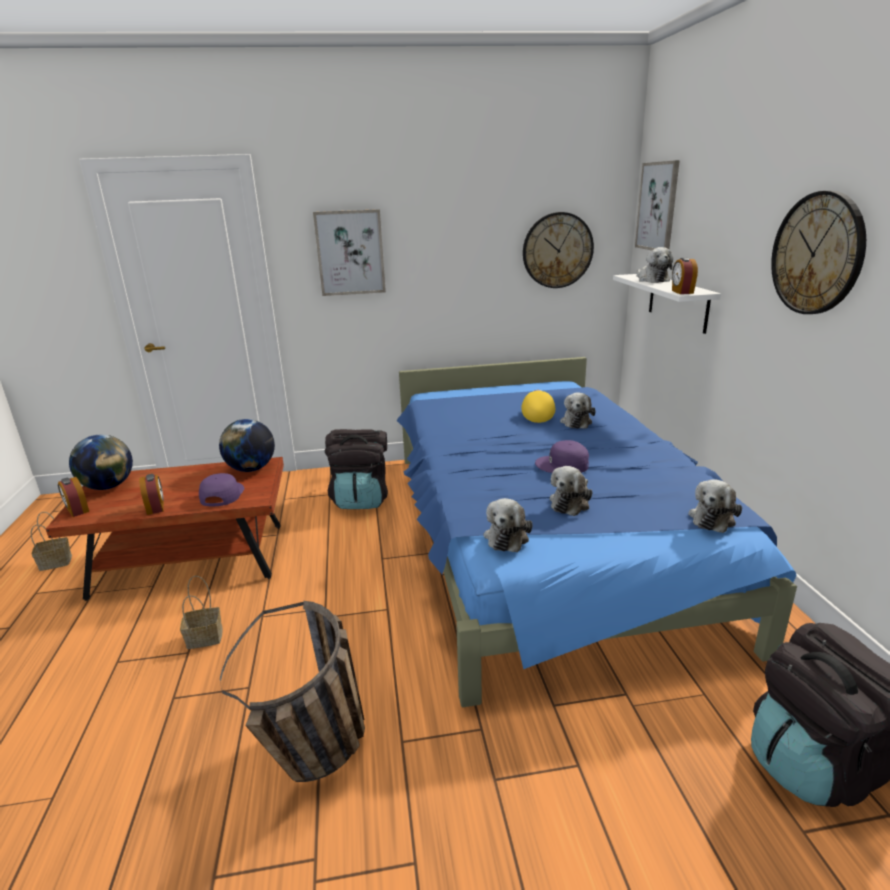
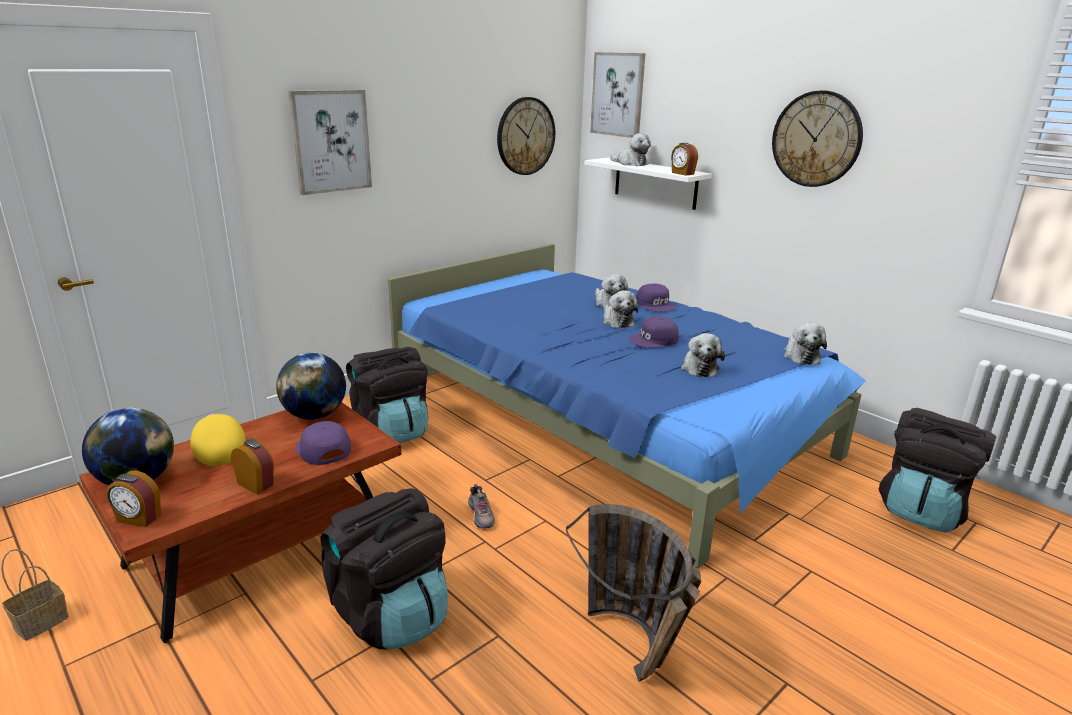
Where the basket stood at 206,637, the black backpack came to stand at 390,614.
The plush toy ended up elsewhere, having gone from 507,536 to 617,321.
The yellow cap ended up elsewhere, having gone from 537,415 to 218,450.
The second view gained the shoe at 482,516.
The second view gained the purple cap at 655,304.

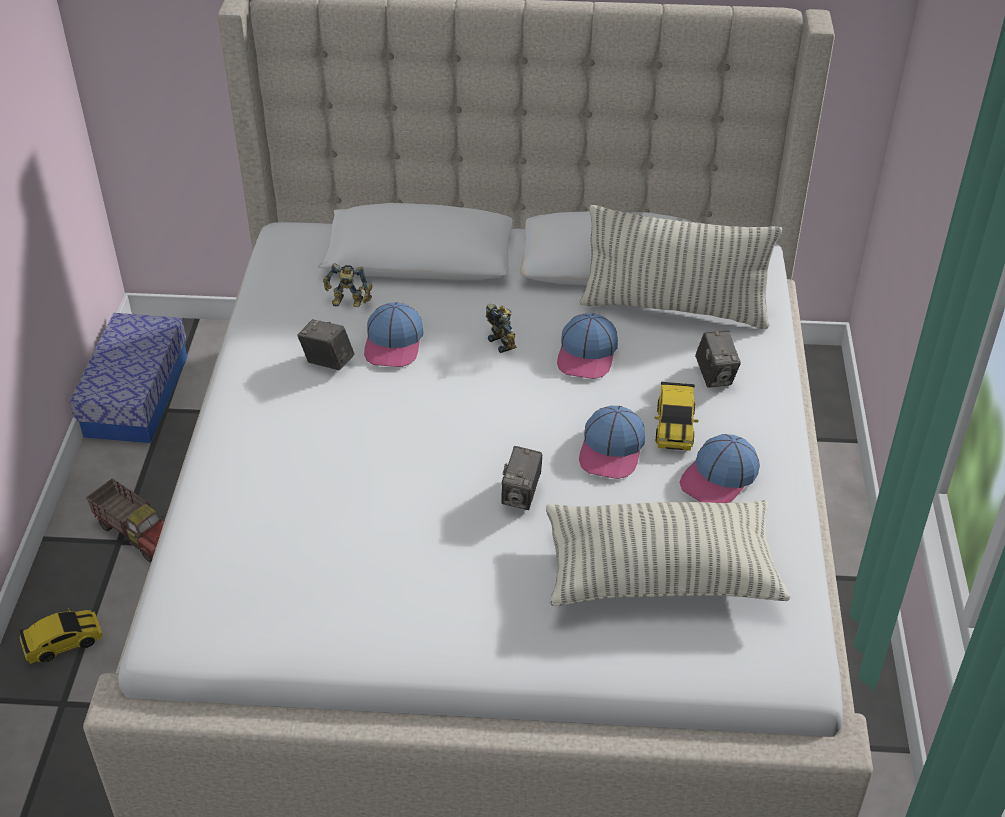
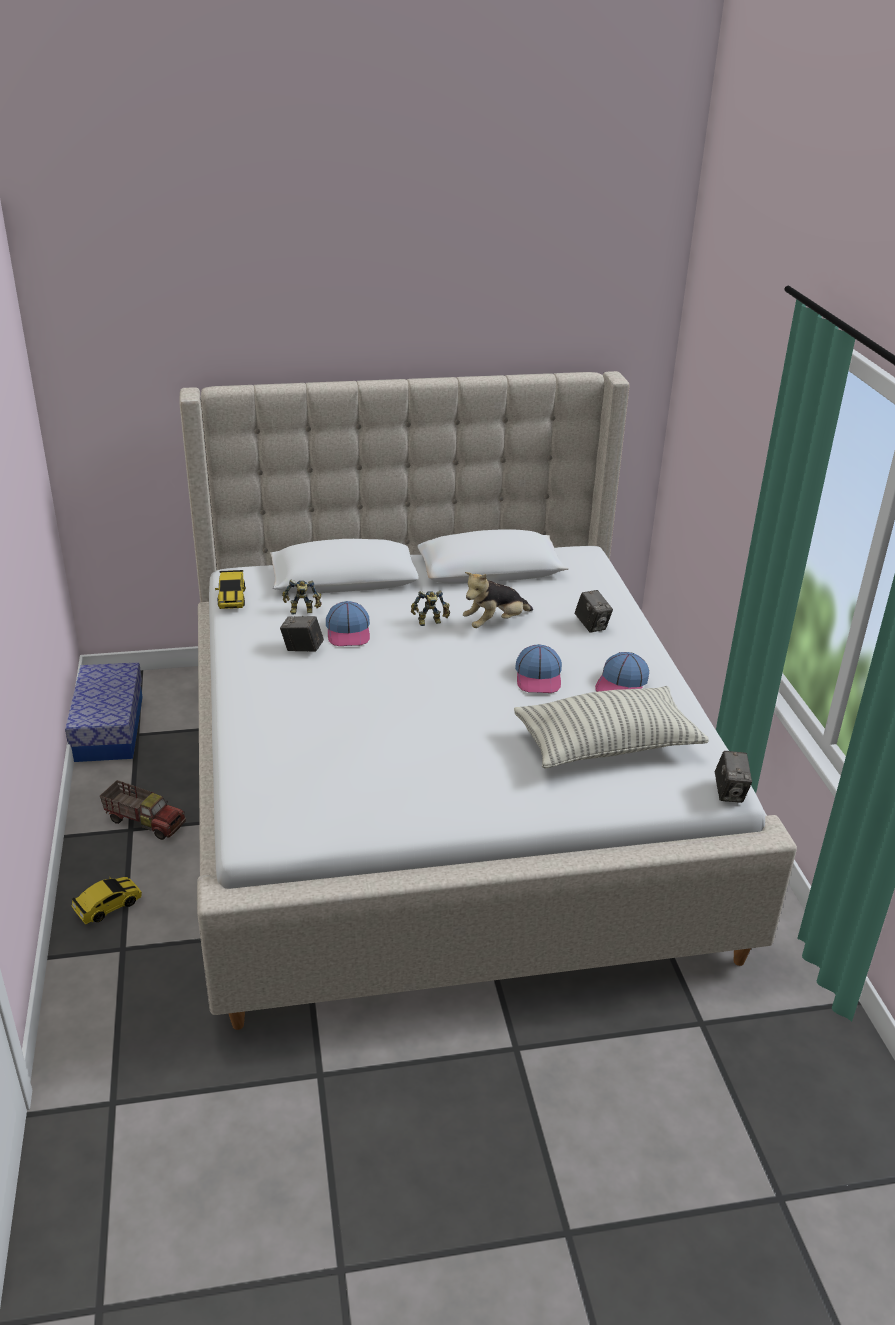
The toy robot at 503,342 ended up facing another way, 120 degrees clockwise from before.
The photo camera ended up elsewhere, having gone from 521,495 to 729,792.
Where the cap stood at 587,354, the plush toy came to stand at 495,623.
The second view lost the pillow at 674,308.
The toy car ended up elsewhere, having gone from 674,426 to 232,598.

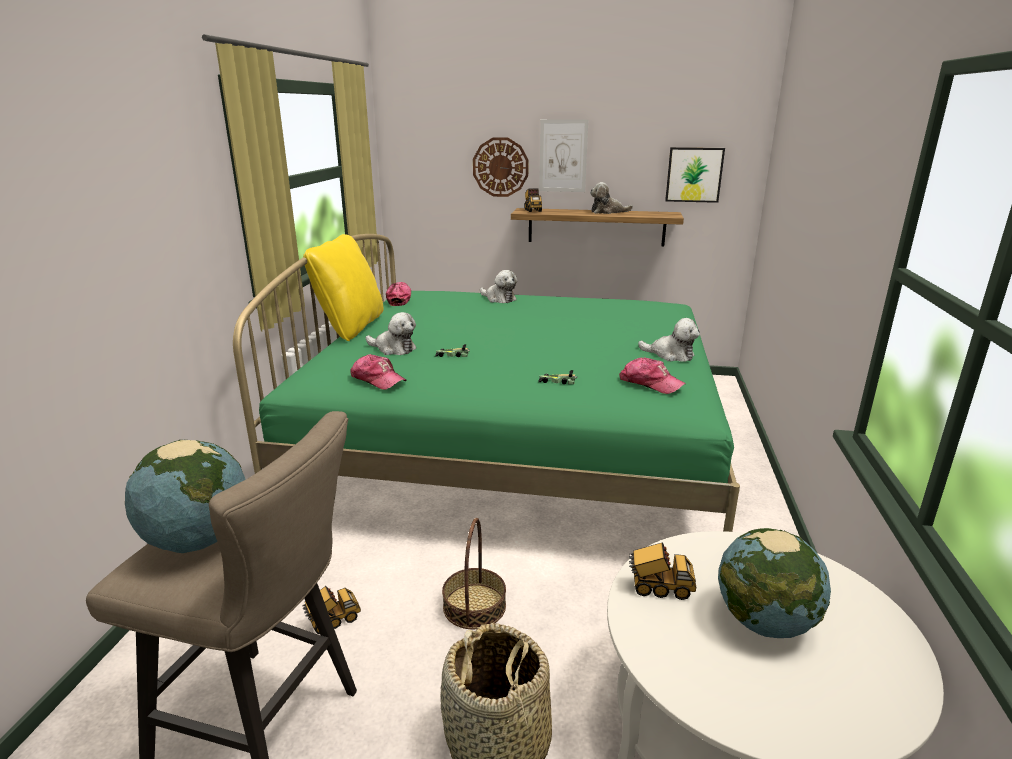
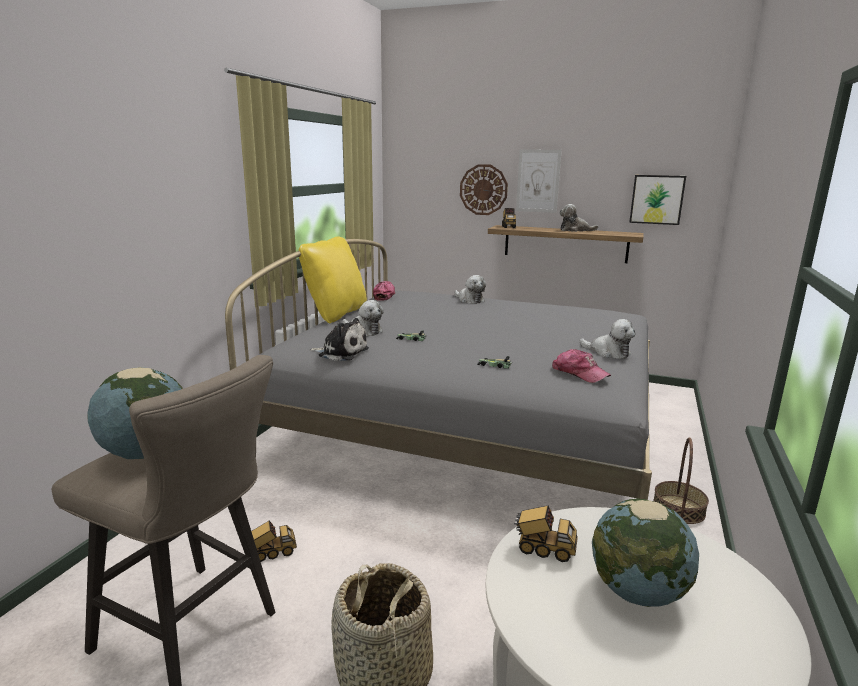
What was the green bed at 515,446 turned into the grey bed at 469,429.
Where the cap stood at 378,379, the plush toy came to stand at 341,353.
The basket ended up elsewhere, having gone from 474,606 to 678,509.

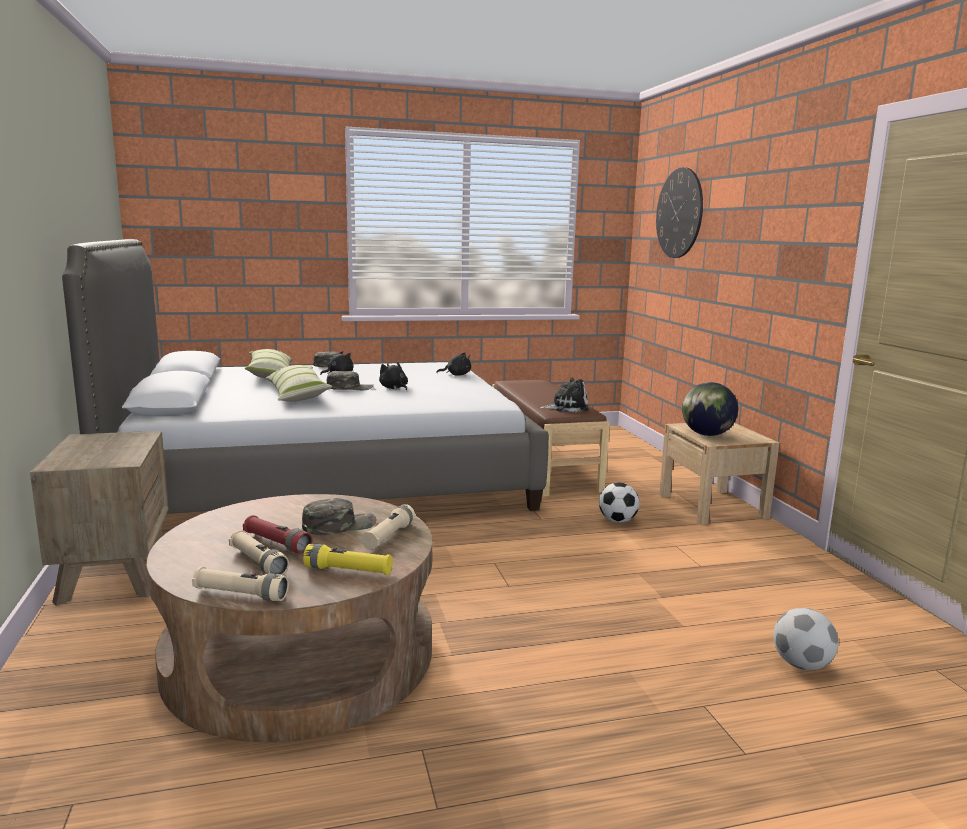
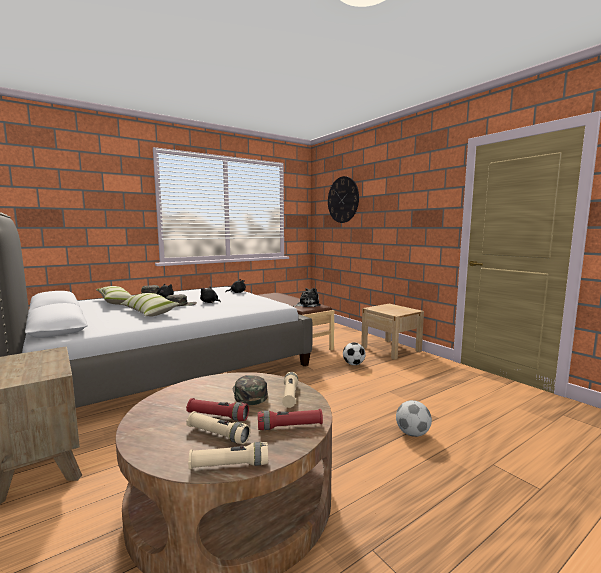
The green cap at 339,525 ended up facing another way, 60 degrees counterclockwise from before.
What was the yellow flashlight at 348,571 turned into the red flashlight at 290,426.
The second view lost the globe at 706,434.
The football ended up elsewhere, having gone from 801,664 to 412,433.

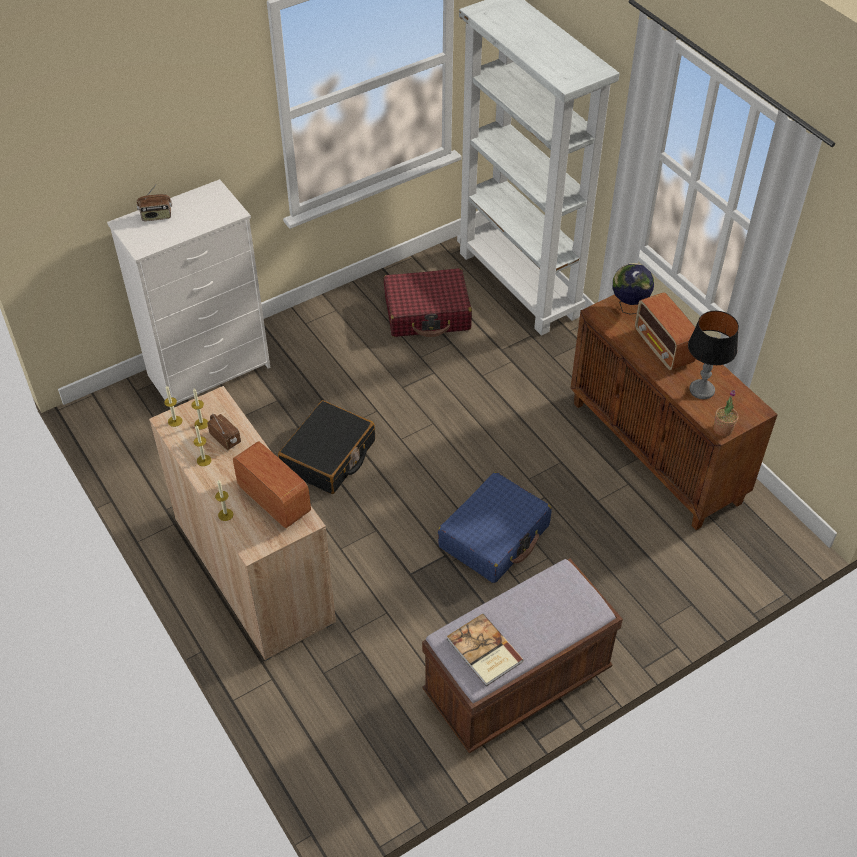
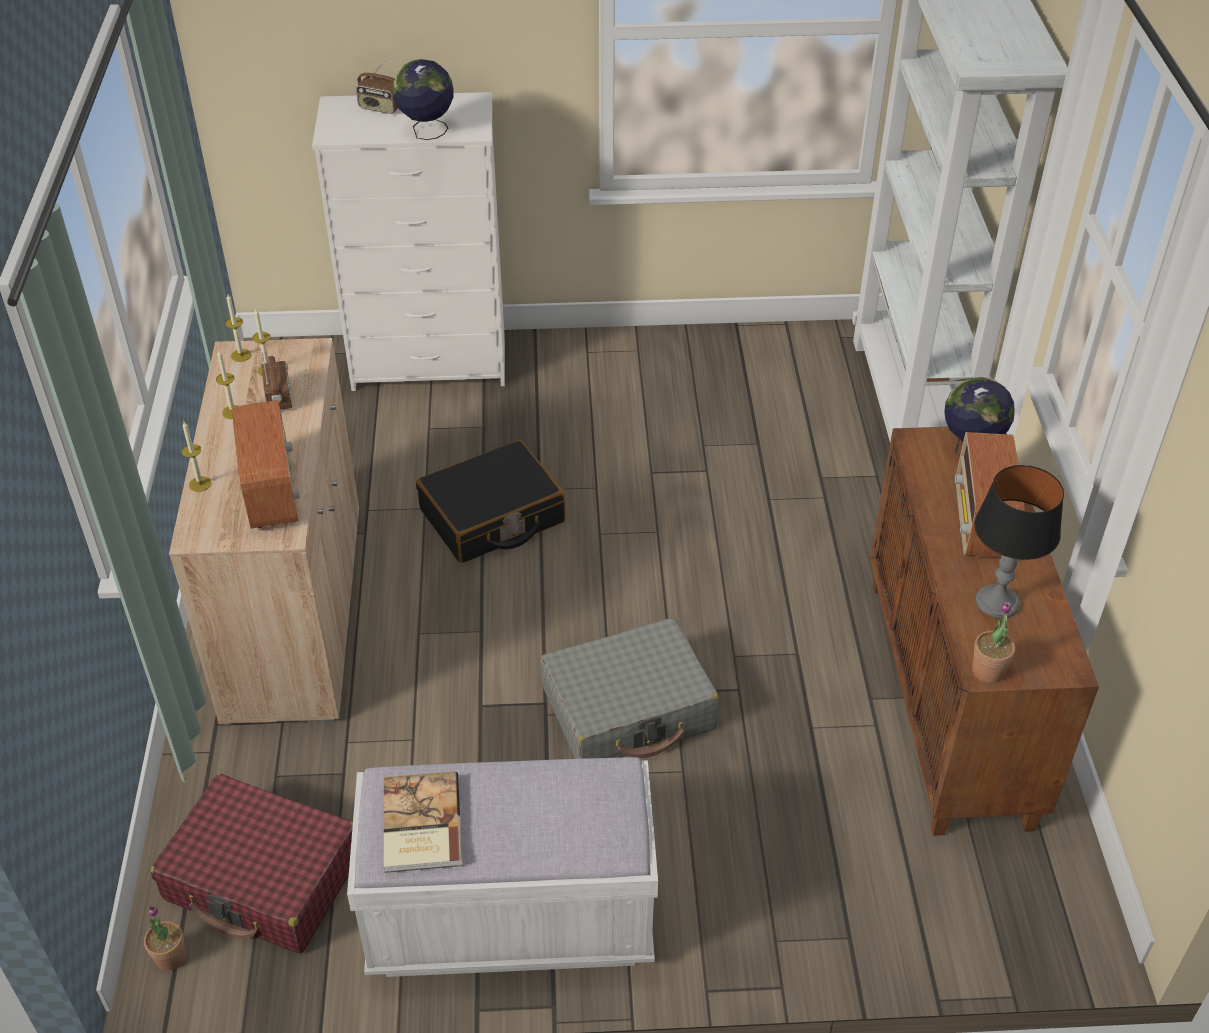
The red suitcase ended up elsewhere, having gone from 427,313 to 264,878.
What was the brown bench at 517,683 turned into the white bench at 510,918.
What was the blue suitcase at 494,536 turned into the grey suitcase at 629,709.
The second view gained the potted plant at 170,957.
The second view gained the globe at 427,132.

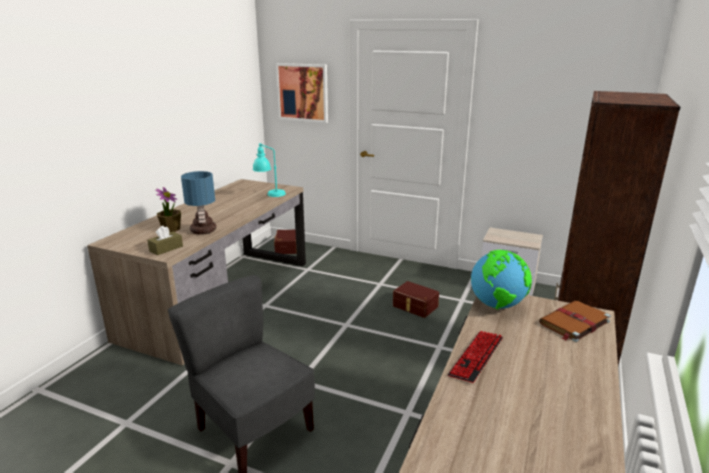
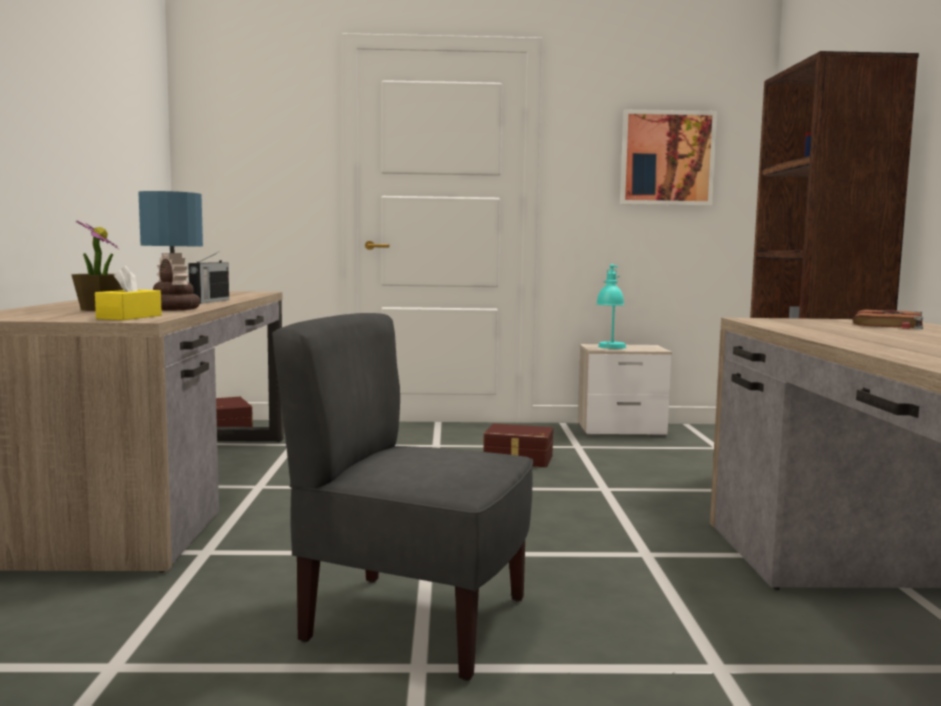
What was the brown tissue box at 166,248 turned into the yellow tissue box at 129,317.
The turquoise table lamp ended up elsewhere, having gone from 270,196 to 610,348.
The picture ended up elsewhere, having gone from 302,92 to 667,158.
The second view lost the keyboard at 476,357.
The second view lost the globe at 497,305.
The second view gained the radio at 209,301.

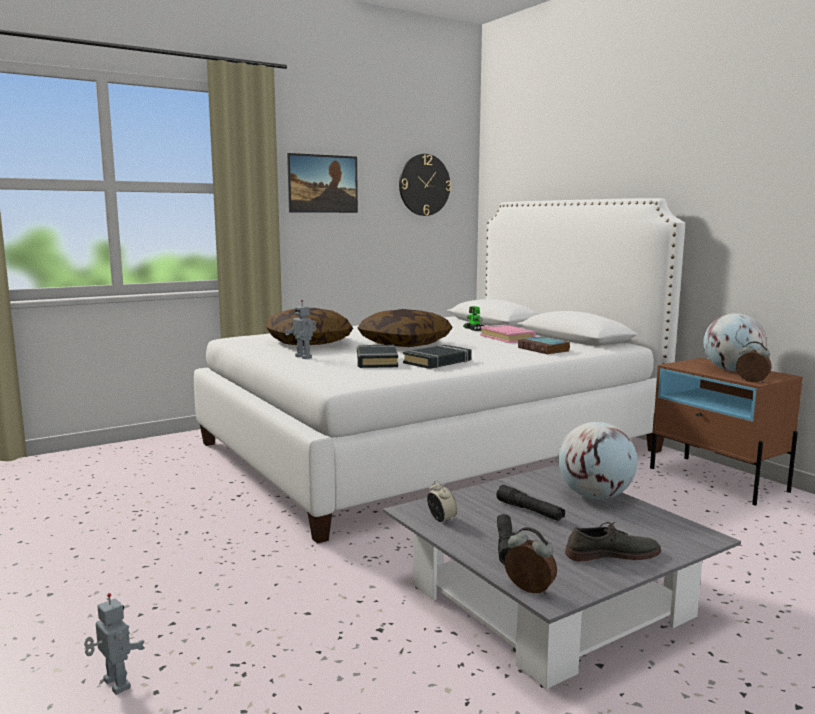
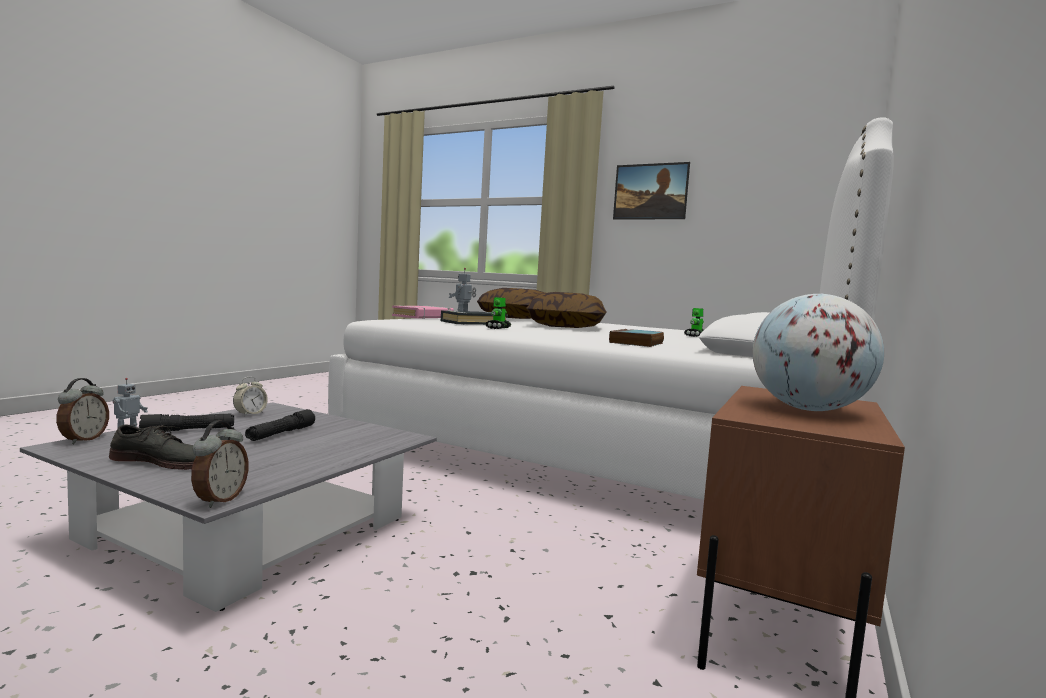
The second view lost the wall clock at 424,185.
Where the black book stood at 438,362, the toy robot came to stand at 498,328.
The pink book ended up elsewhere, having gone from 507,338 to 423,317.
The second view lost the globe at 595,496.
The grey shoe at 612,554 ended up facing another way, 45 degrees counterclockwise from before.
The alarm clock ended up elsewhere, having gone from 751,382 to 219,500.

